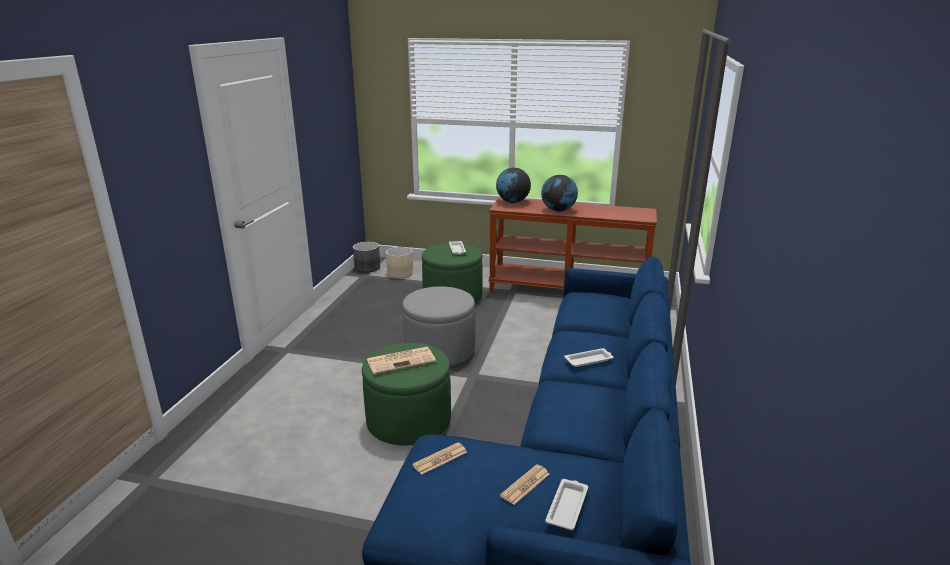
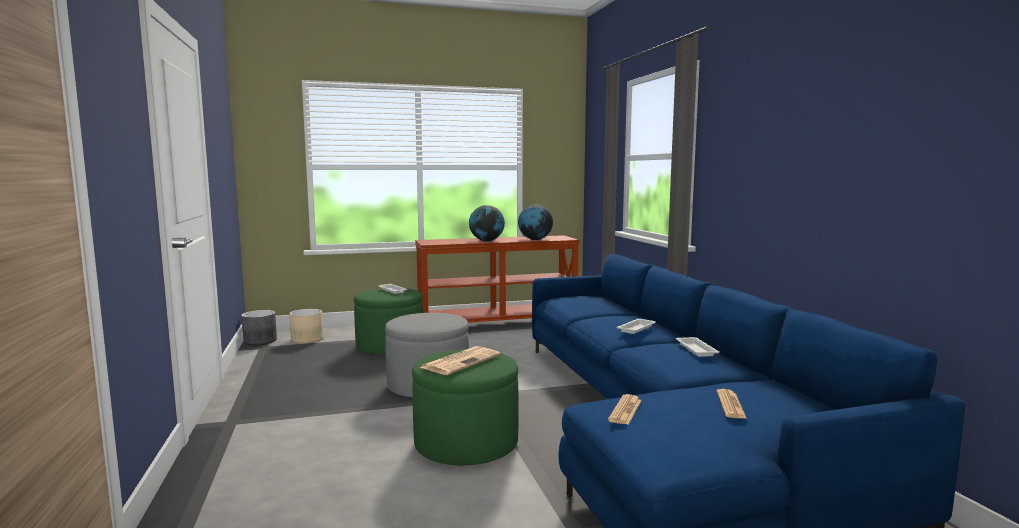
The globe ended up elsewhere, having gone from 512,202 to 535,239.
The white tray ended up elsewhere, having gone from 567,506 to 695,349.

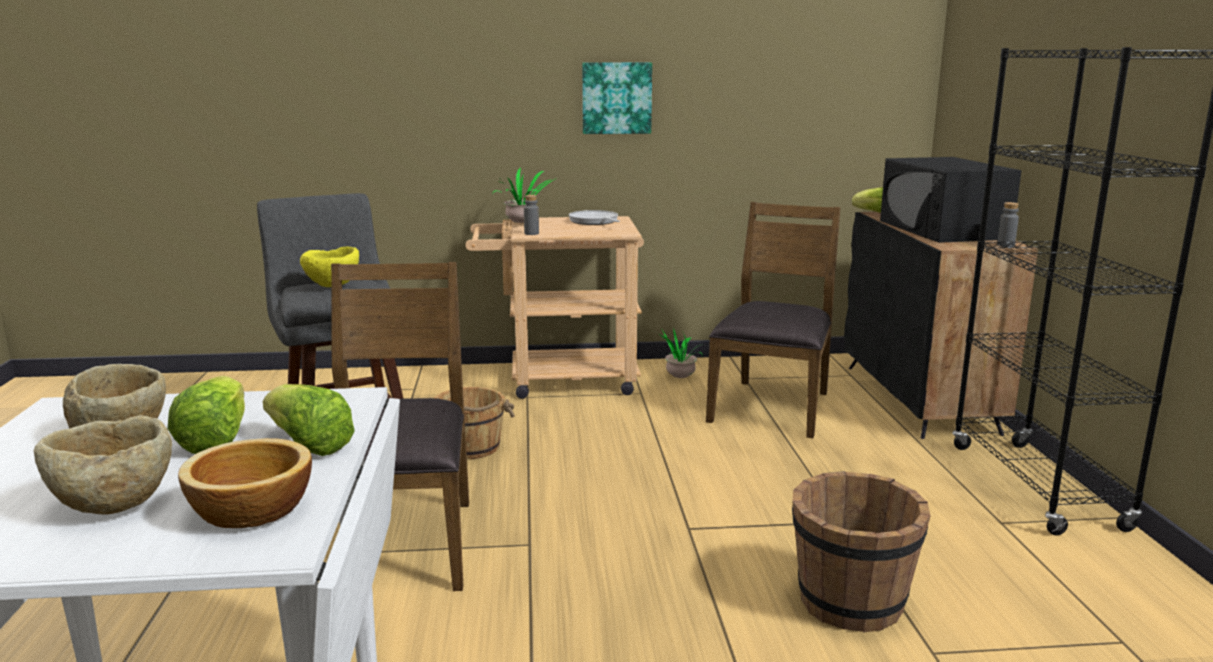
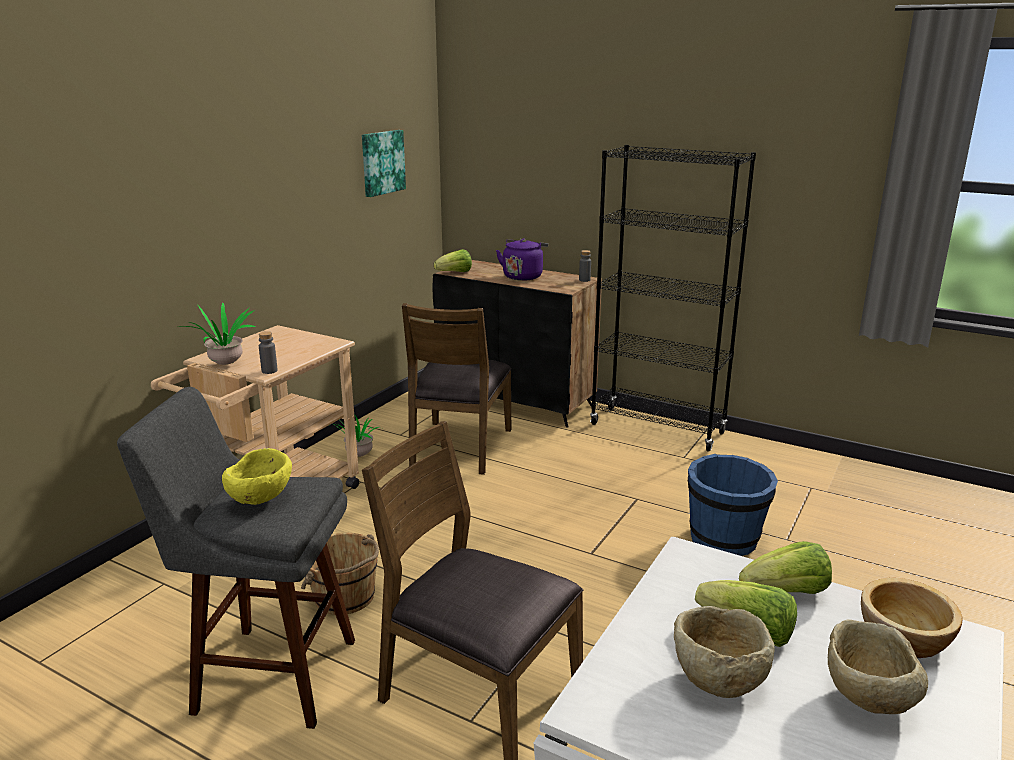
The second view lost the frying pan at 594,221.
The picture ended up elsewhere, having gone from 616,98 to 382,162.
The brown chair at 772,407 ended up facing another way, 135 degrees counterclockwise from before.
What was the brown bucket at 850,603 turned into the blue bucket at 724,539.
Where the black microwave stood at 942,229, the purple kettle came to stand at 523,276.

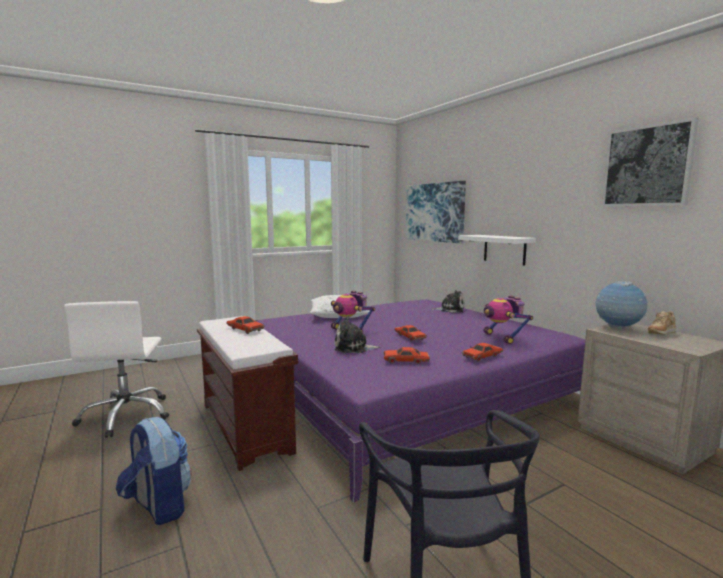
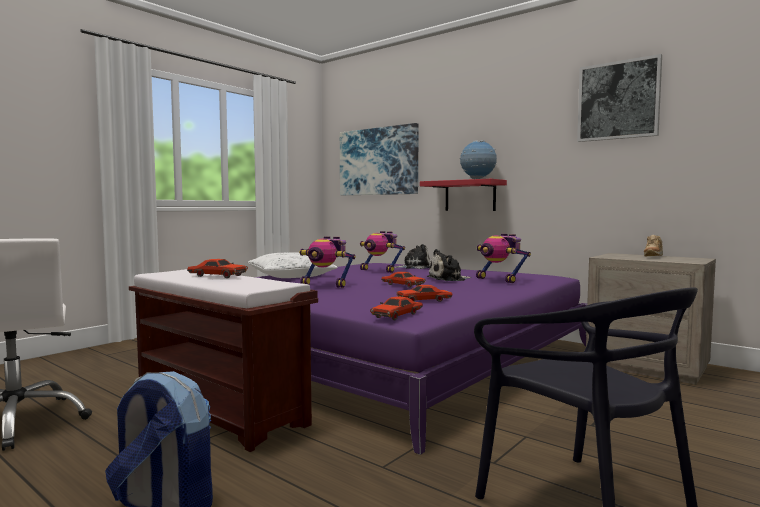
The plush toy ended up elsewhere, having gone from 353,348 to 448,279.
What was the white shelf at 504,249 turned into the red shelf at 470,196.
The red toy car ended up elsewhere, having gone from 482,356 to 397,315.
The globe ended up elsewhere, having gone from 618,328 to 477,179.
The second view gained the toy robot at 380,270.

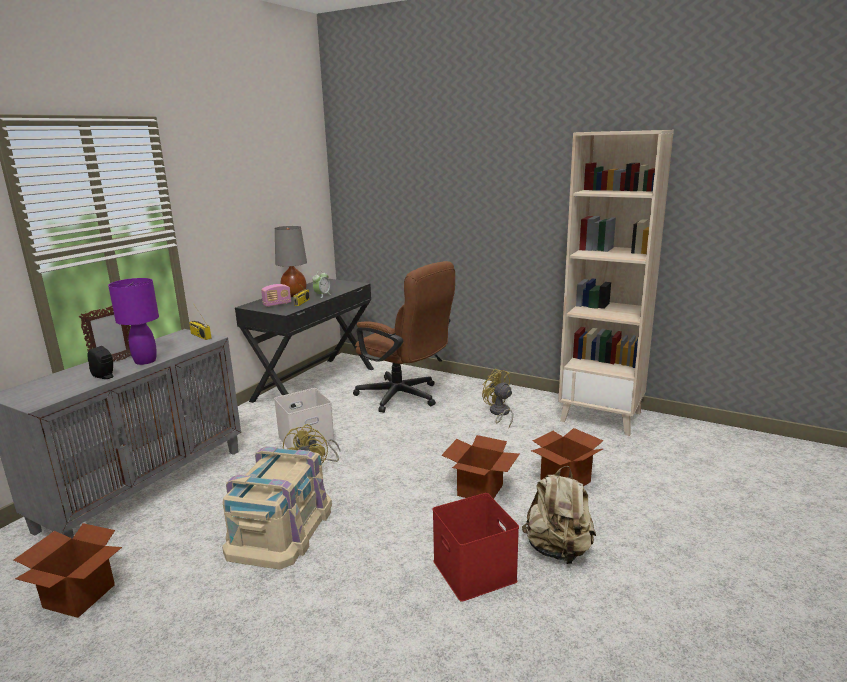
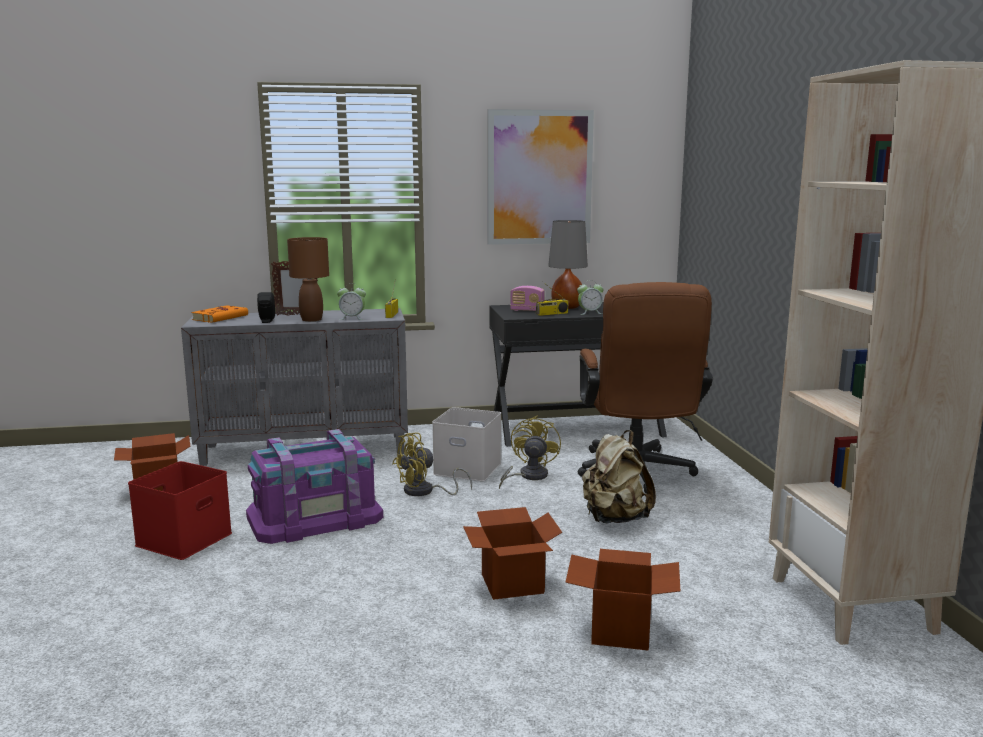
What was the purple table lamp at 146,361 turned into the brown table lamp at 312,319.
What was the beige storage box at 280,527 turned into the purple storage box at 315,517.
The red storage box ended up elsewhere, having gone from 472,570 to 184,538.
The yellow fan ended up elsewhere, having gone from 499,413 to 528,476.
The beige backpack ended up elsewhere, having gone from 558,550 to 614,519.
The second view gained the orange book at 221,317.
The second view gained the alarm clock at 352,318.
The second view gained the picture at 539,177.

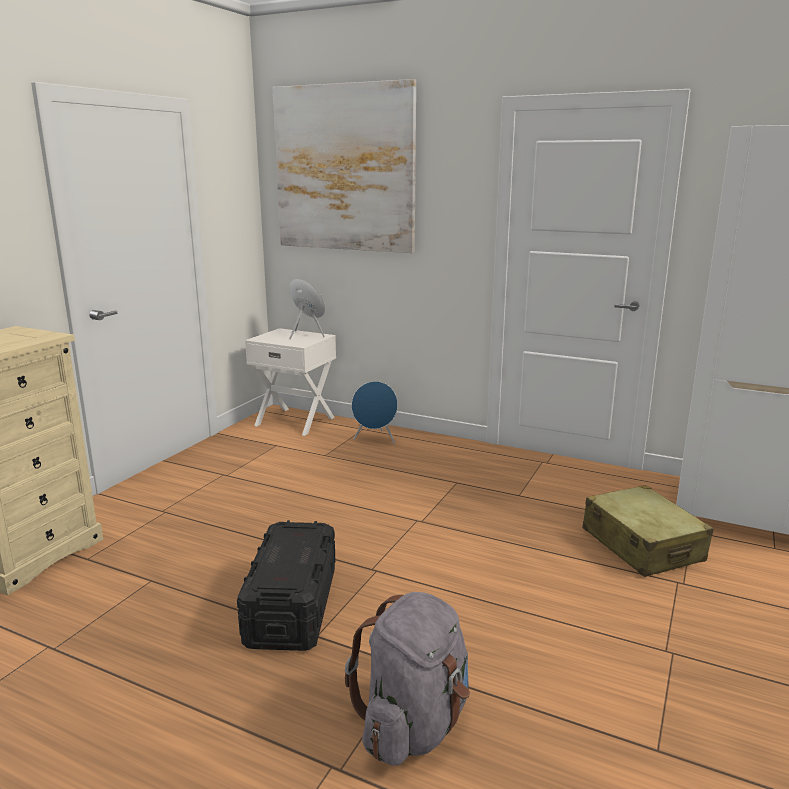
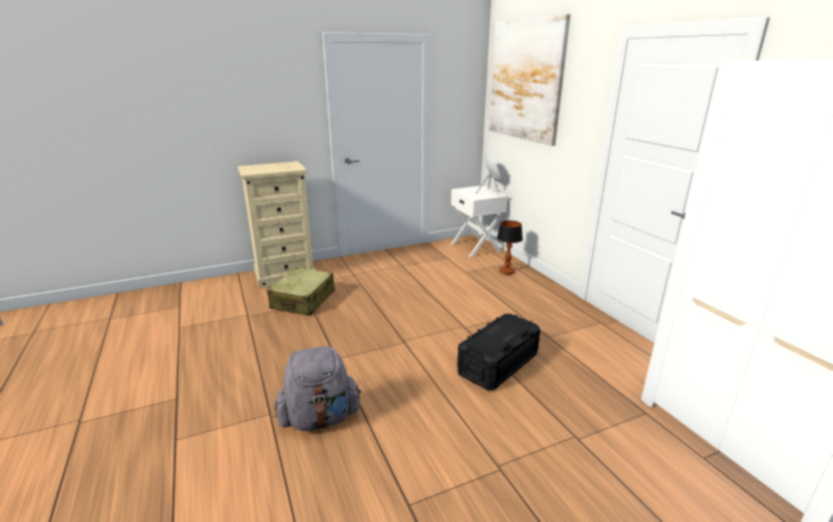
The black storage box ended up elsewhere, having gone from 291,606 to 497,364.
Where the blue speaker stood at 375,439, the table lamp came to stand at 507,272.
The beige suitcase ended up elsewhere, having gone from 642,545 to 303,300.

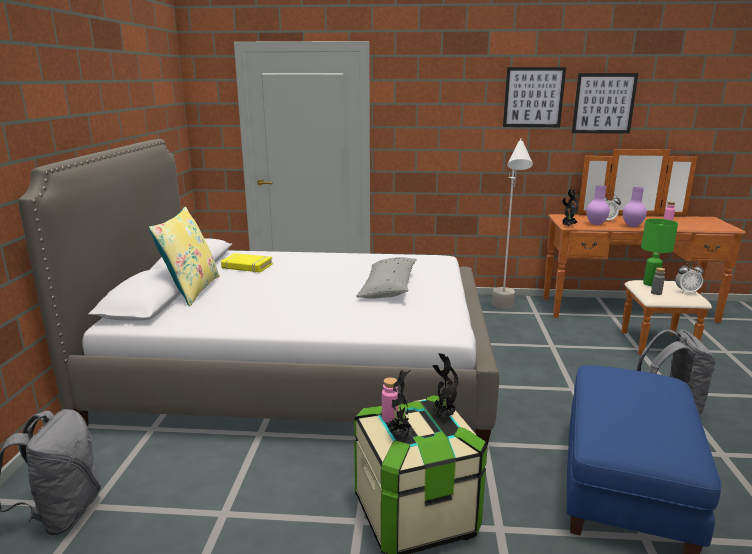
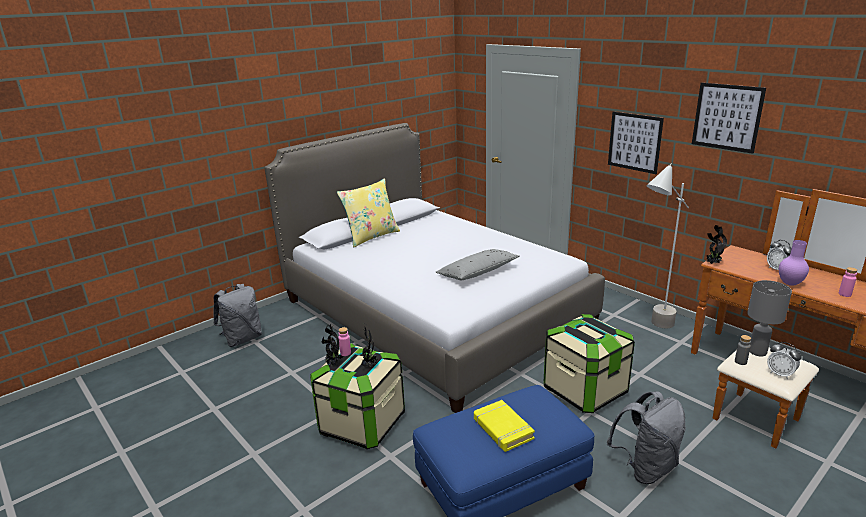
The yellow book ended up elsewhere, having gone from 247,266 to 502,429.
The picture ended up elsewhere, having gone from 604,103 to 634,142.
The second view lost the purple vase at 595,224.
What was the green table lamp at 650,284 turned into the grey table lamp at 757,351.
The second view gained the storage box at 585,390.

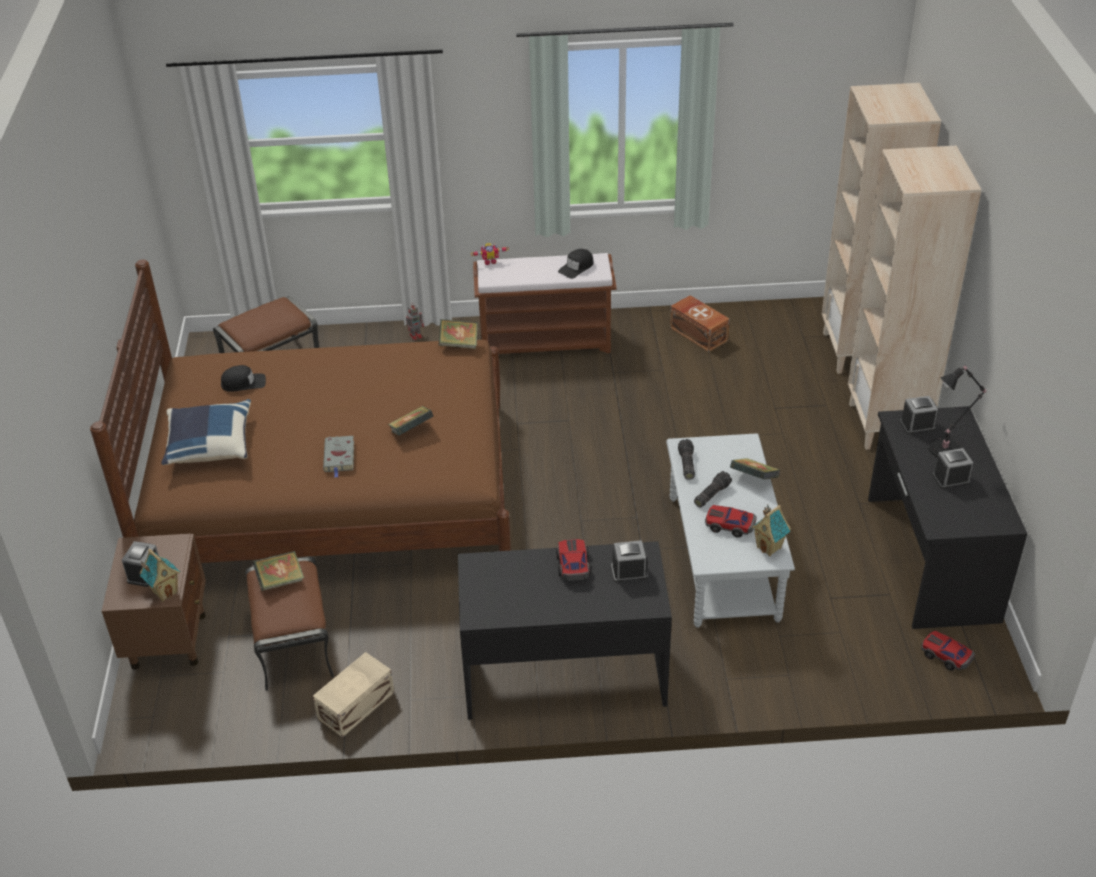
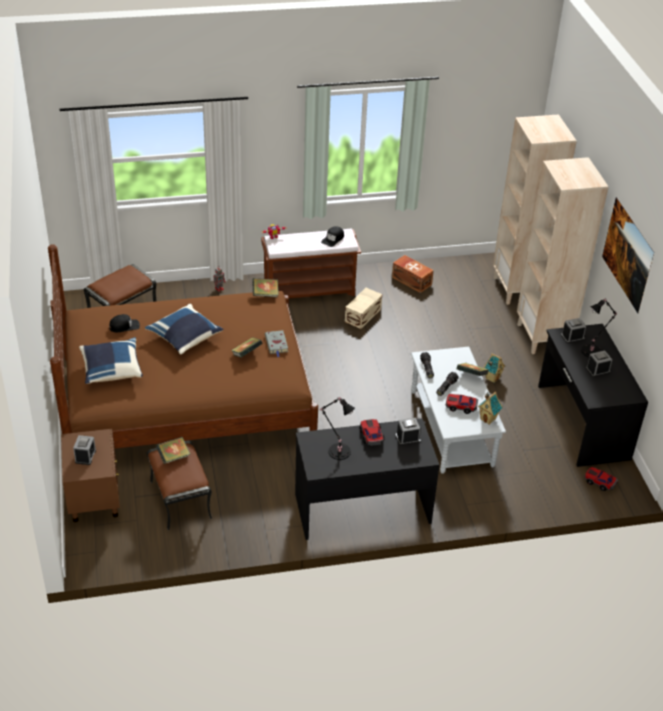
The toy house ended up elsewhere, having gone from 165,592 to 492,378.
The beige storage box ended up elsewhere, having gone from 357,705 to 363,315.
The grey book ended up elsewhere, having gone from 339,457 to 276,344.
The second view gained the blue pillow at 185,338.
The second view gained the black table lamp at 338,450.
The second view gained the picture at 623,269.

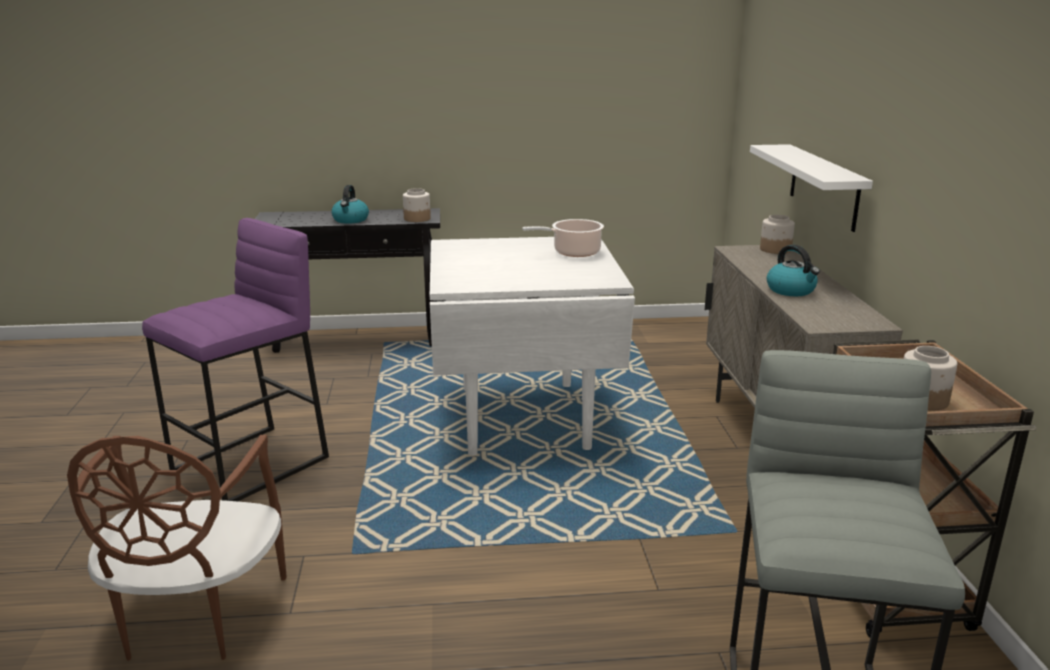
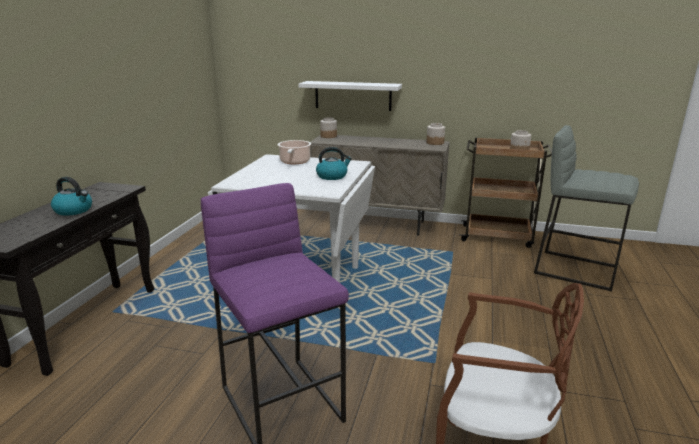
The jar ended up elsewhere, having gone from 417,219 to 435,143.
The kettle ended up elsewhere, having gone from 791,290 to 332,176.

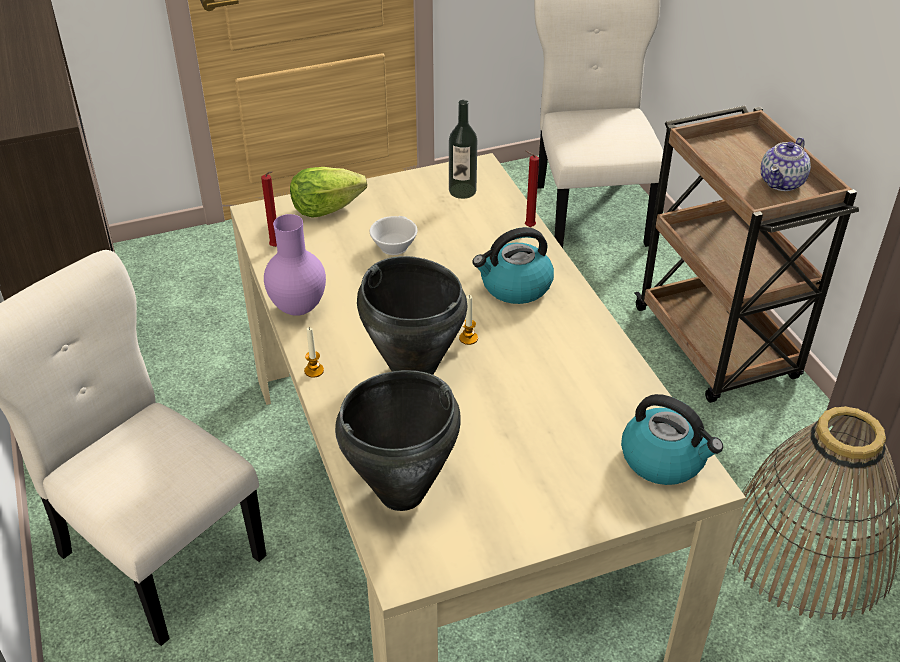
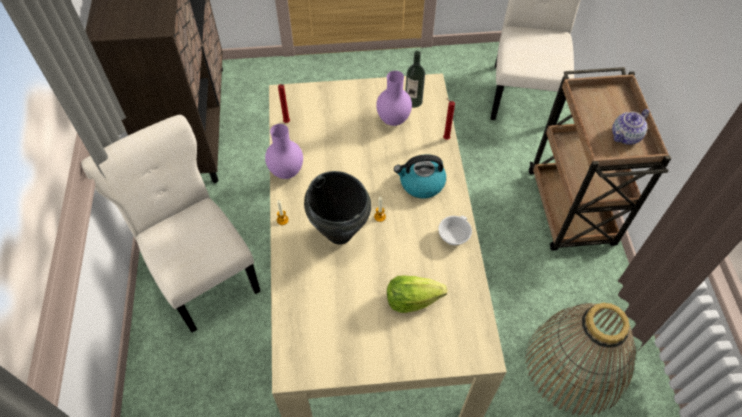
The lettuce ended up elsewhere, having gone from 325,208 to 412,299.
The second view lost the black cooking pot at 403,493.
The white cup ended up elsewhere, having gone from 393,245 to 453,235.
The second view lost the kettle at 664,459.
The second view gained the purple vase at 392,120.

